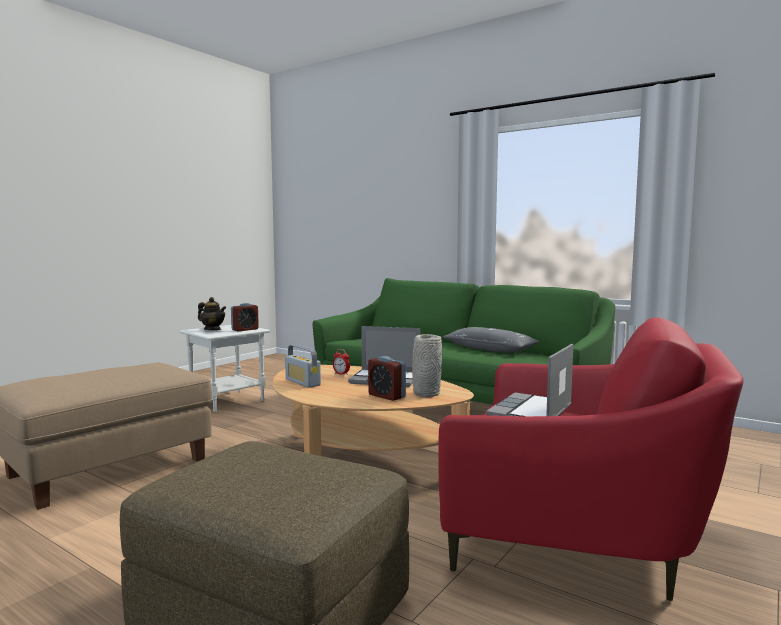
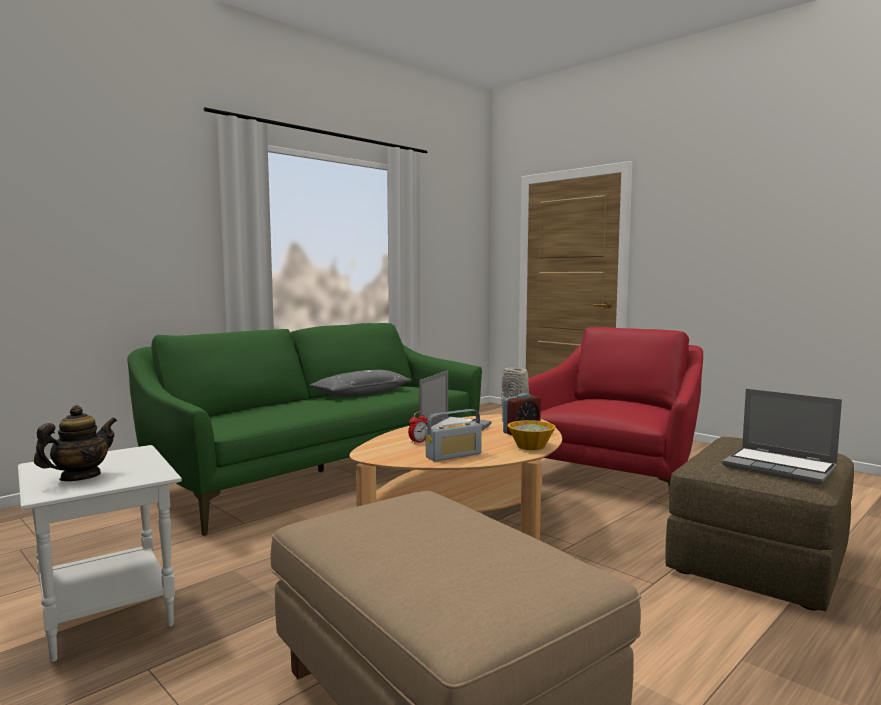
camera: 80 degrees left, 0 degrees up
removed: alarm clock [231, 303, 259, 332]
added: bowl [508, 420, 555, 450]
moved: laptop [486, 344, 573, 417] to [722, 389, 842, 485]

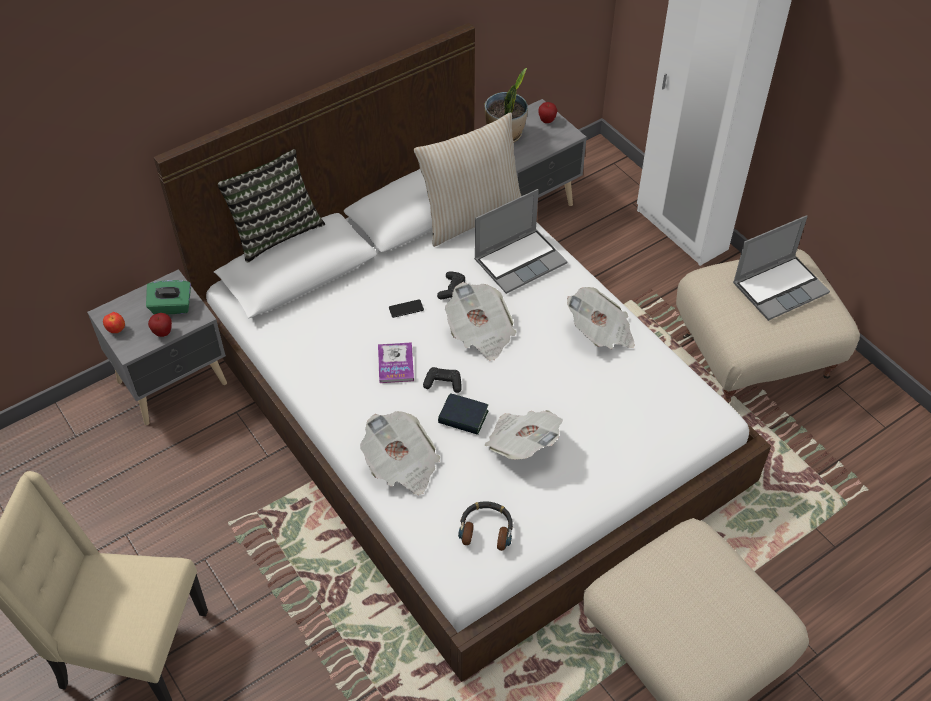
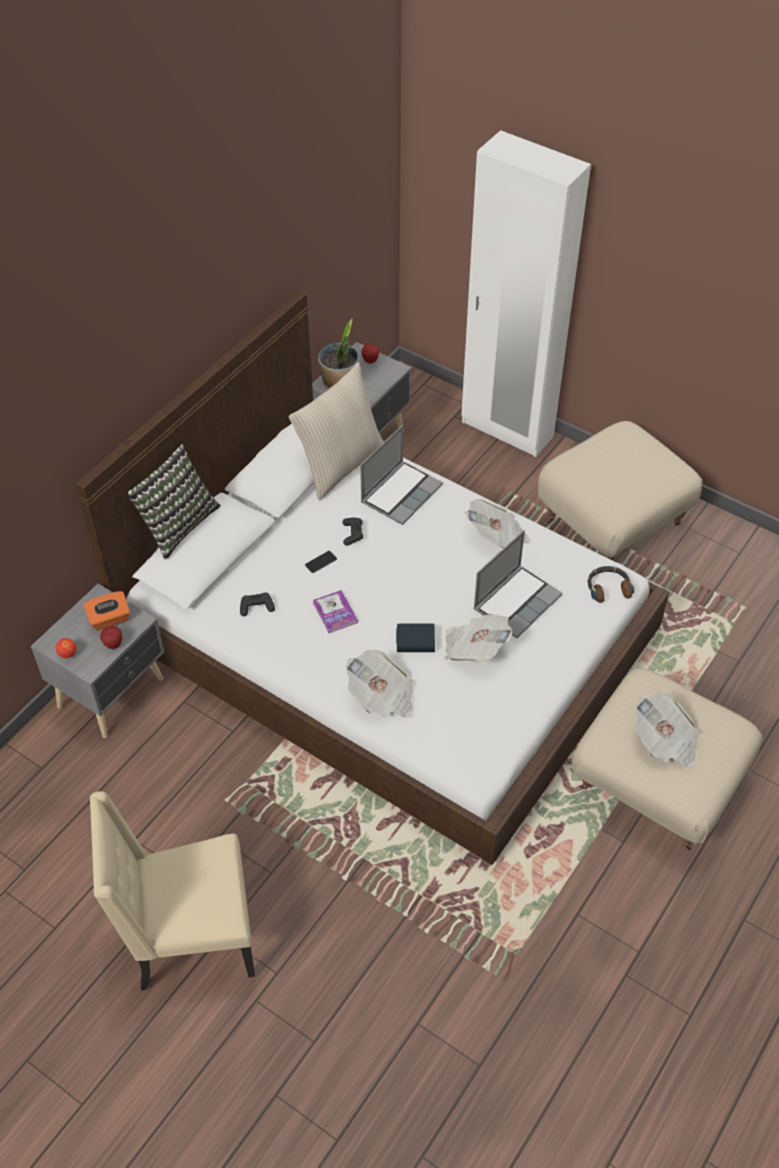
camera: 20 degrees left, 0 degrees up
moved: game controller/black [423, 367, 462, 393] to [240, 592, 275, 616]; laptop [733, 215, 830, 321] to [473, 530, 562, 638]; headphones [458, 501, 513, 551] to [588, 566, 635, 603]; newspaper [445, 282, 516, 360] to [635, 693, 699, 768]
recoloured: tissue box/green [146, 280, 191, 315] to tissue box/orange [83, 591, 130, 631]

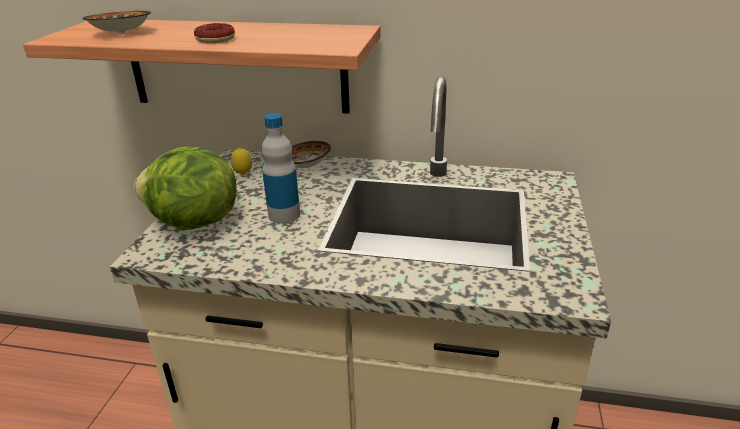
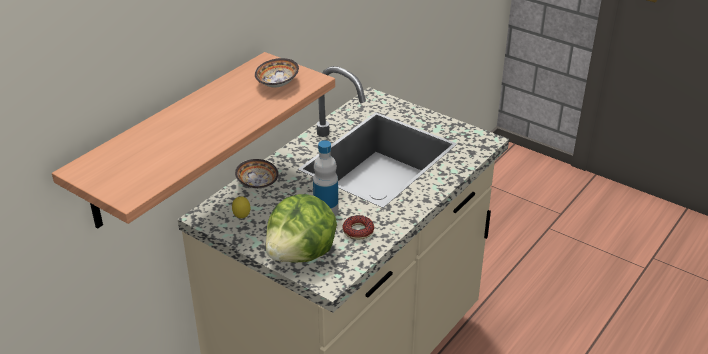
camera: 65 degrees left, 5 degrees up
moved: bowl [82, 11, 151, 34] to [255, 58, 299, 87]; donut [194, 23, 235, 43] to [343, 215, 374, 240]

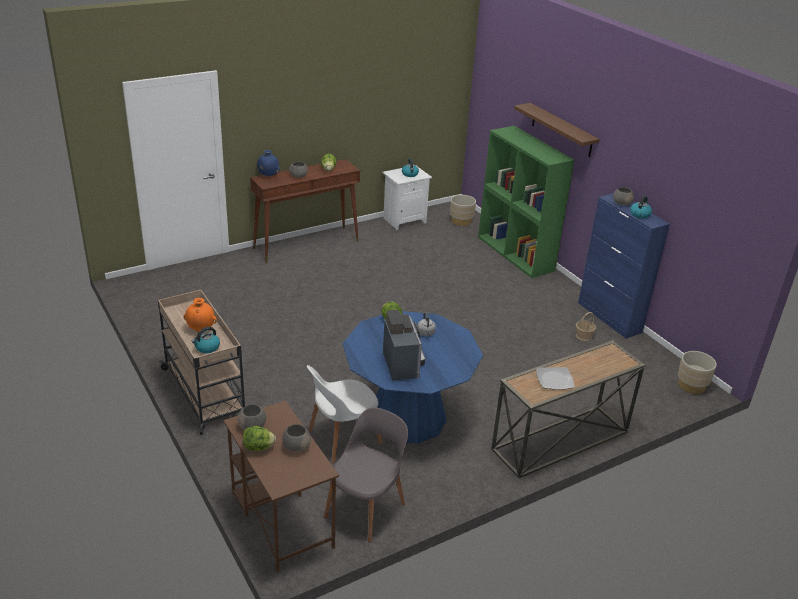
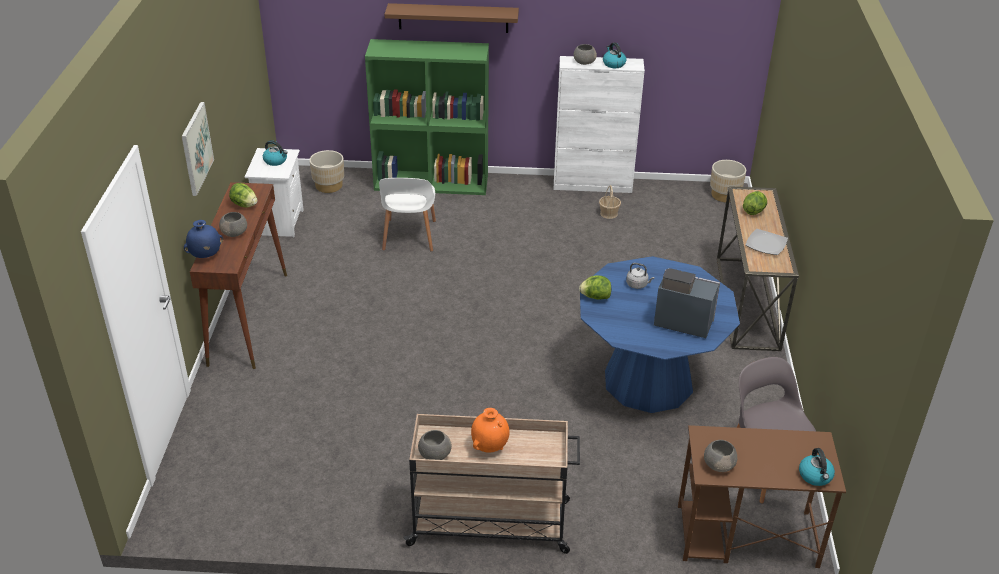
camera: 55 degrees left, 5 degrees up
added: picture [182, 102, 214, 196]
moved: chair/white [307, 365, 382, 463] to [379, 178, 436, 252]; bowl/grey [282, 424, 311, 452] to [418, 430, 452, 460]; lettuce [243, 426, 276, 451] to [743, 191, 767, 215]; kettle [192, 327, 220, 353] to [799, 448, 835, 486]
recoloured: cabinet/blue [578, 193, 670, 338] to cabinet/white [554, 56, 645, 193]

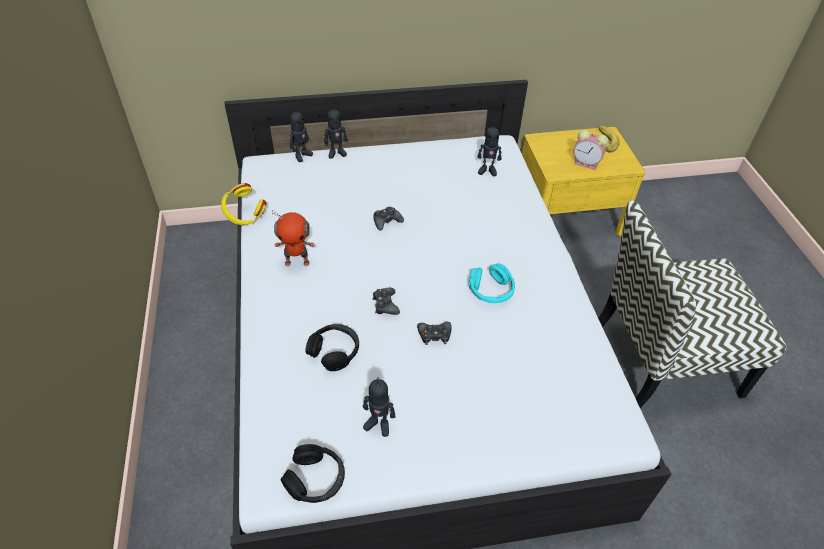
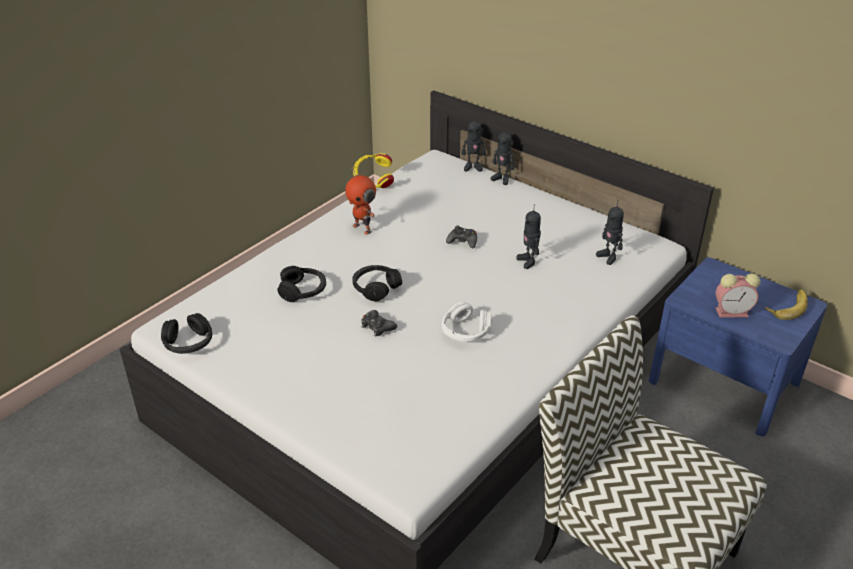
camera: 50 degrees right, 10 degrees down
moved: toy robot [363, 377, 395, 437] to [516, 205, 541, 269]
replaced: game controller/black [373, 288, 400, 315] to headphones/black [352, 265, 402, 301]
recoloured: headphones/turquoise [469, 263, 515, 303] to headphones/white [442, 302, 492, 342]; nightstand/yellow [522, 127, 645, 236] to nightstand/blue [649, 257, 827, 436]
turned: alarm clock [573, 130, 608, 170] = [715, 274, 760, 318] 75 degrees counterclockwise

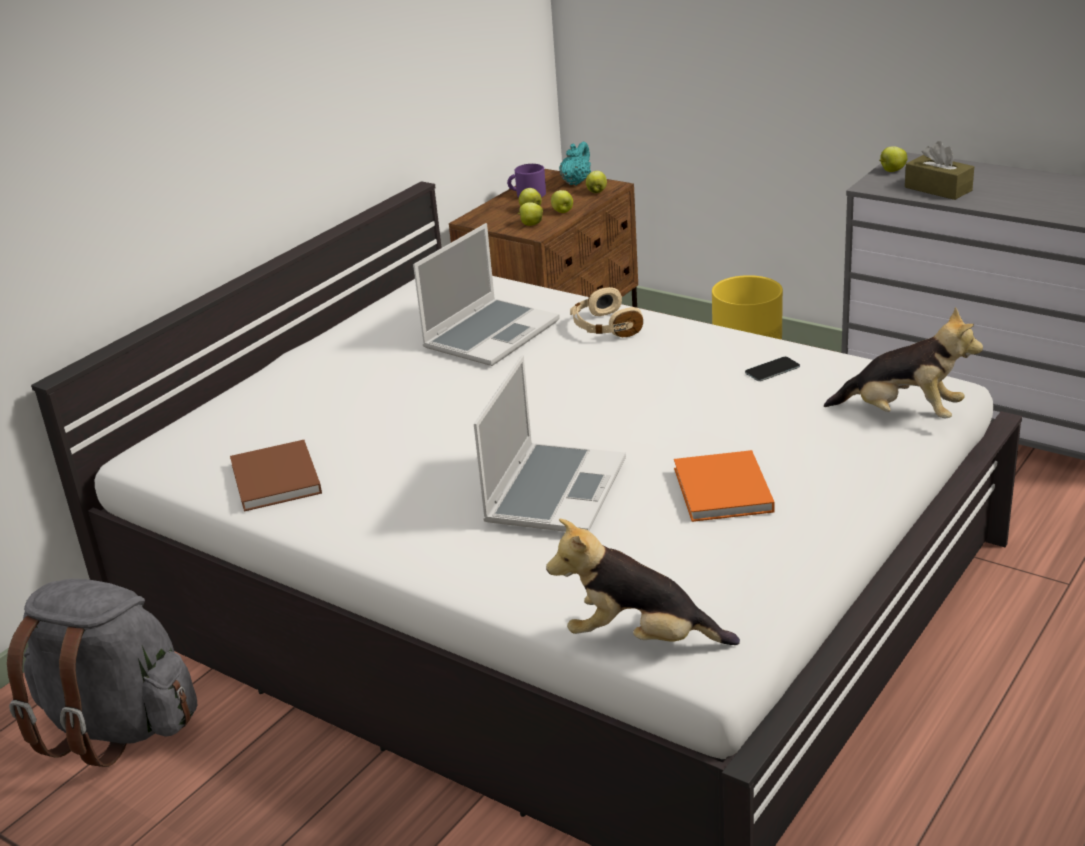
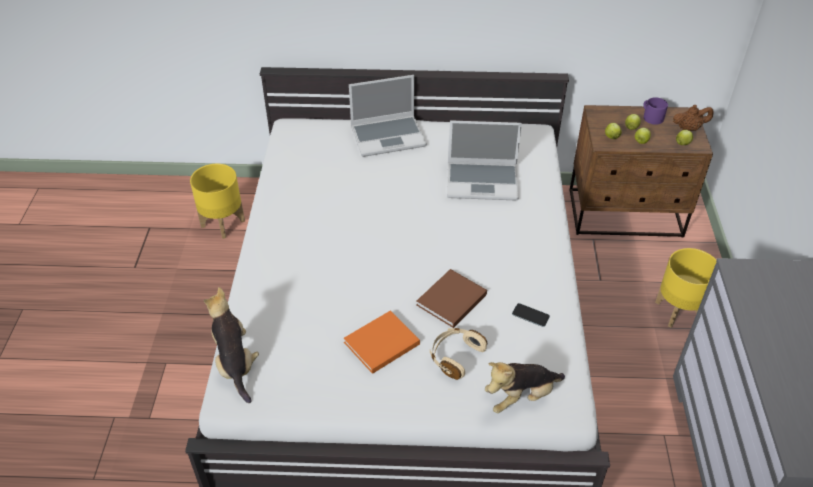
camera: 55 degrees right, 15 degrees up
removed: apple [879, 146, 907, 172]; tissue box/brown [905, 141, 974, 200]
moved: laptop [474, 355, 626, 532] to [349, 75, 427, 157]; book/brown [230, 440, 322, 512] to [416, 269, 487, 328]; headphones/beige [570, 287, 643, 337] to [430, 328, 487, 380]
replaced: backpack/grey [7, 579, 197, 767] to planter/yellow [190, 164, 245, 239]
recoloured: teapot/turquoise [559, 142, 591, 185] to teapot/brown [673, 105, 713, 131]
turned: plush toy [824, 307, 983, 419] = [485, 362, 565, 413] 75 degrees clockwise

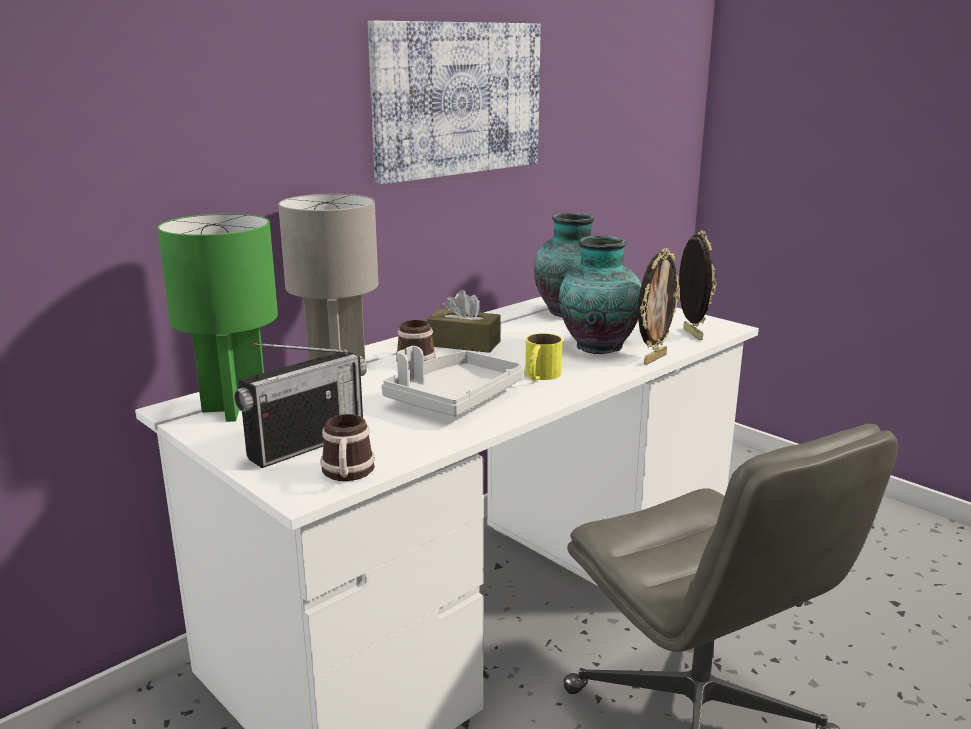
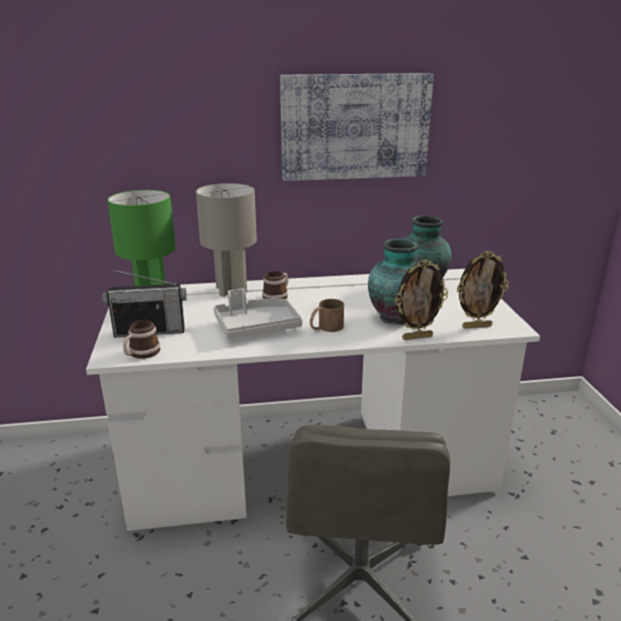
camera: 35 degrees right, 5 degrees up
removed: tissue box/brown [427, 290, 501, 353]
recoloured: mug/yellow [525, 333, 563, 381] to mug/brown [310, 299, 344, 332]
turned: picture frame [679, 230, 717, 340] = [457, 251, 509, 329] 60 degrees clockwise

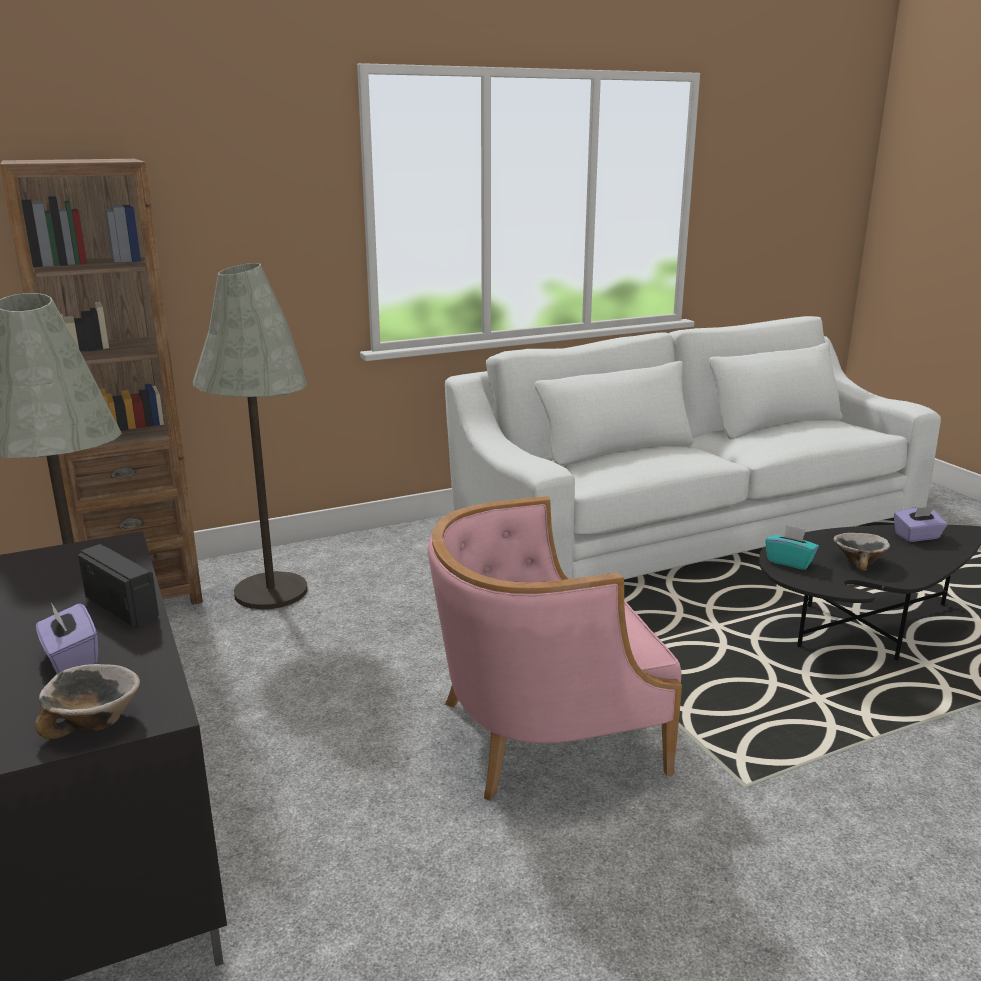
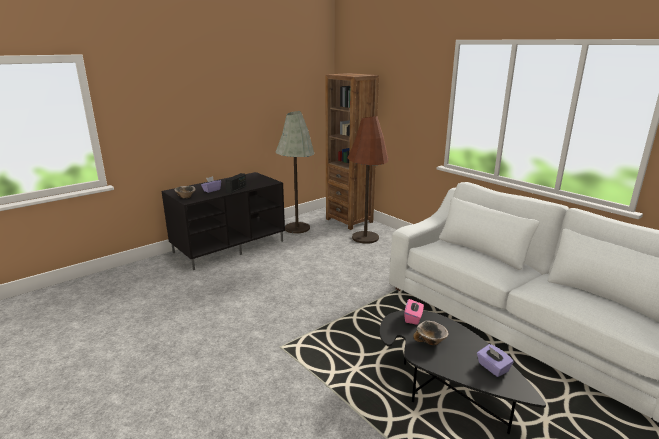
camera: 75 degrees right, 0 degrees up
removed: armchair/pink [428, 496, 682, 801]
recoloured: floor lamp/grey [193, 263, 308, 609] to floor lamp/brown [348, 116, 389, 244]; tissue box/turquoise [765, 525, 819, 570] to tissue box/pink [404, 299, 424, 325]

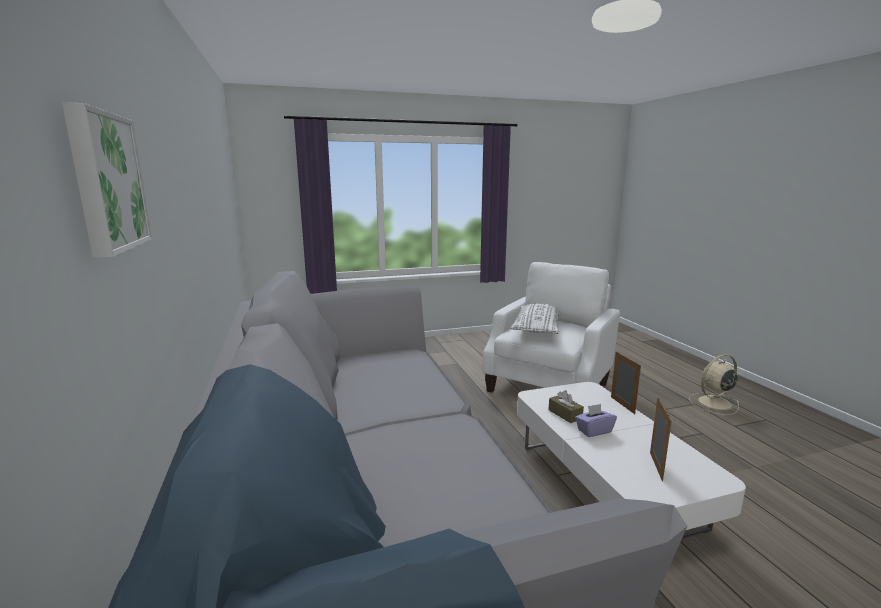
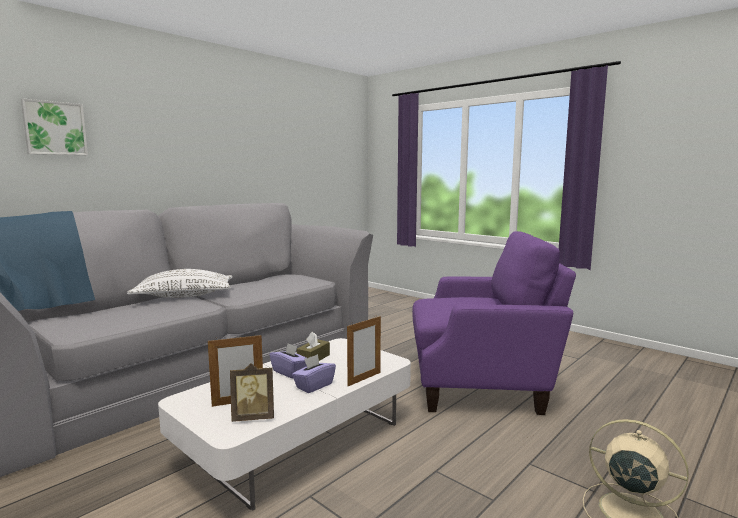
camera: 60 degrees right, 5 degrees down
added: picture frame [230, 363, 274, 422]; tissue box/purple [292, 354, 336, 393]
moved: pillow/white [510, 303, 561, 334] to [127, 269, 232, 298]
recoloured: armchair/white [483, 262, 620, 393] to armchair/purple [412, 231, 576, 415]

